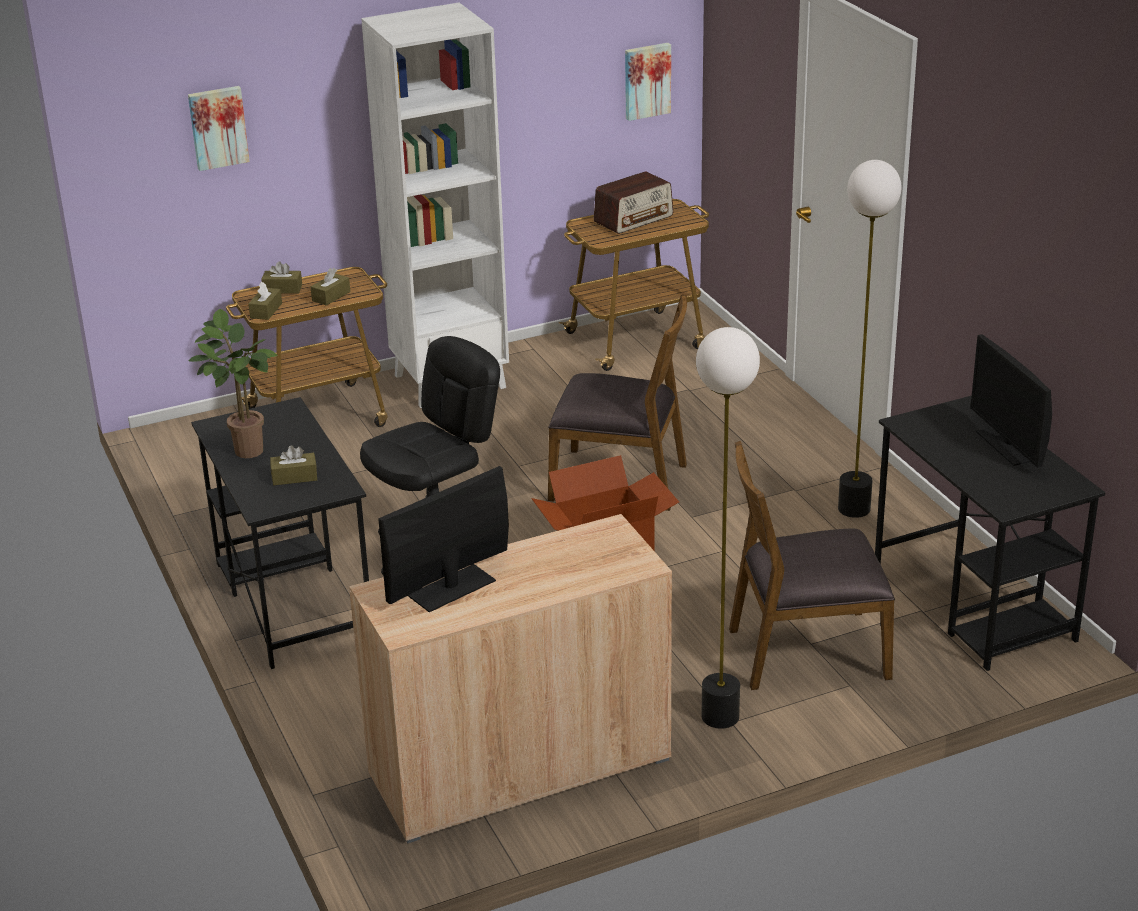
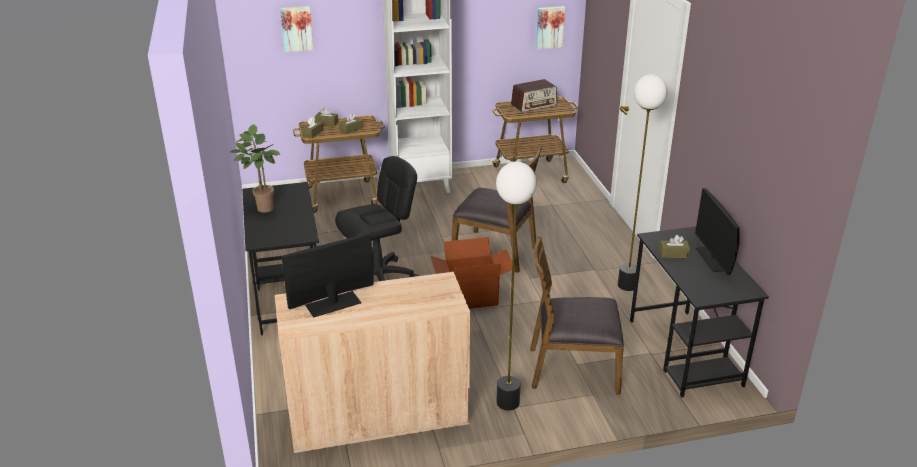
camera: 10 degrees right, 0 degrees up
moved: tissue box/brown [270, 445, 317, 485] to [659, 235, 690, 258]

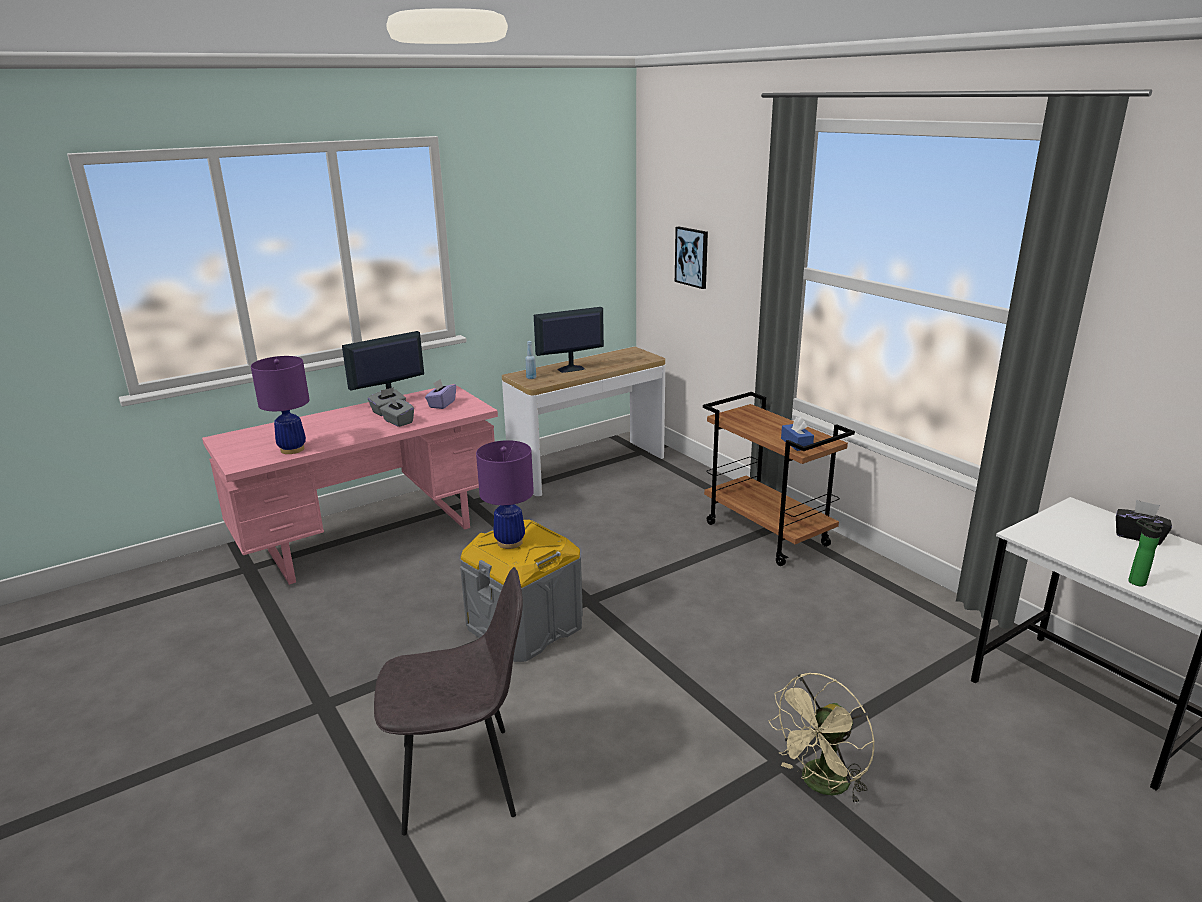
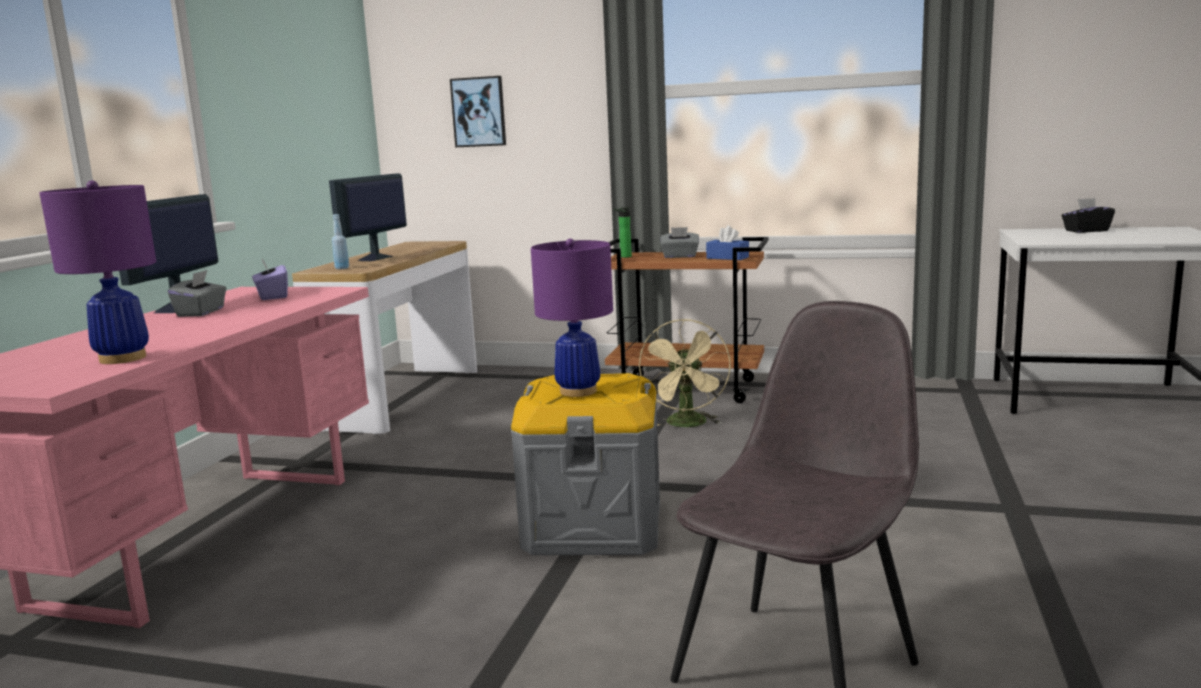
camera: 40 degrees left, 10 degrees down
moved: bottle [1128, 519, 1164, 586] to [614, 207, 632, 258]; fan/beige [768, 673, 875, 805] to [639, 319, 731, 427]; tissue box/grey [380, 397, 414, 427] to [660, 227, 699, 258]

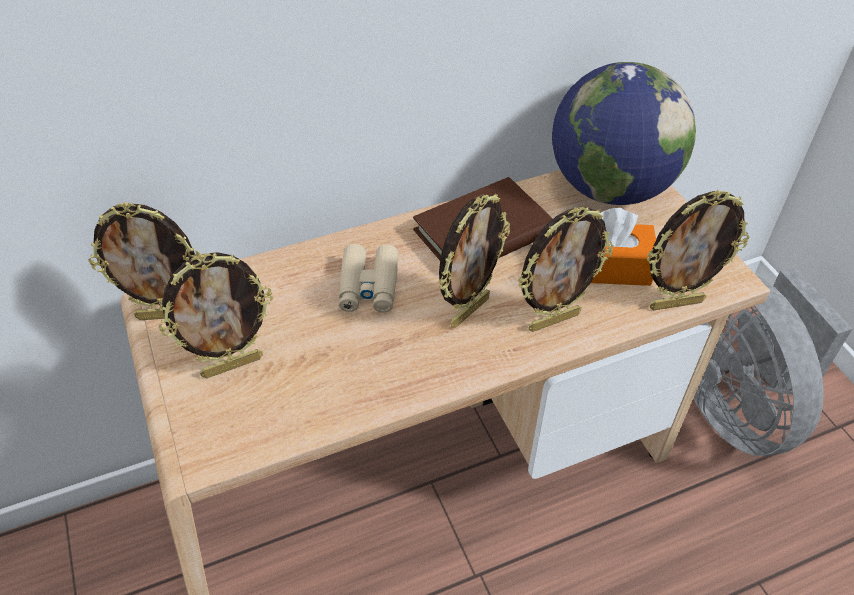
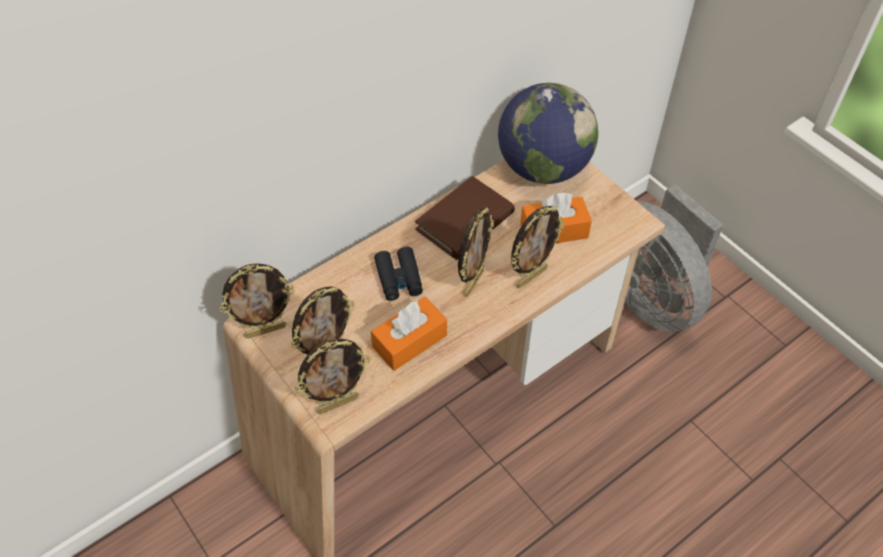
camera: 15 degrees left, 5 degrees up
added: tissue box/orange [371, 297, 447, 371]
moved: picture frame [647, 190, 749, 311] to [295, 339, 370, 414]
recoloured: binoculars/beige [339, 244, 399, 313] to binoculars/black [374, 247, 423, 301]

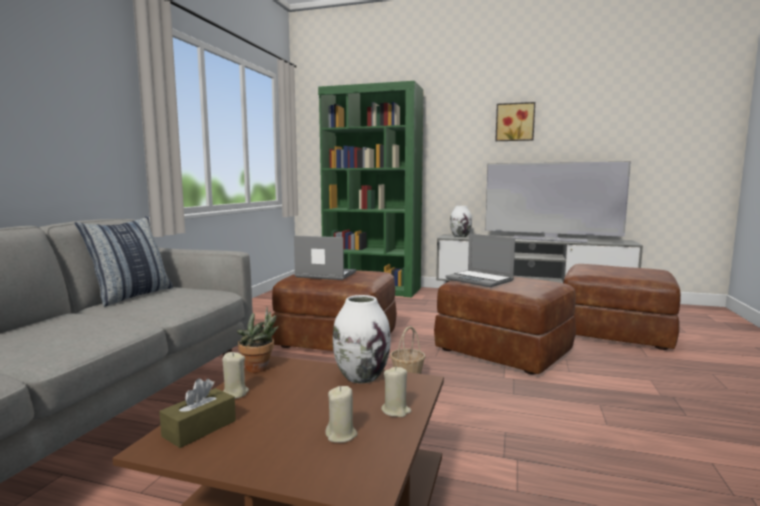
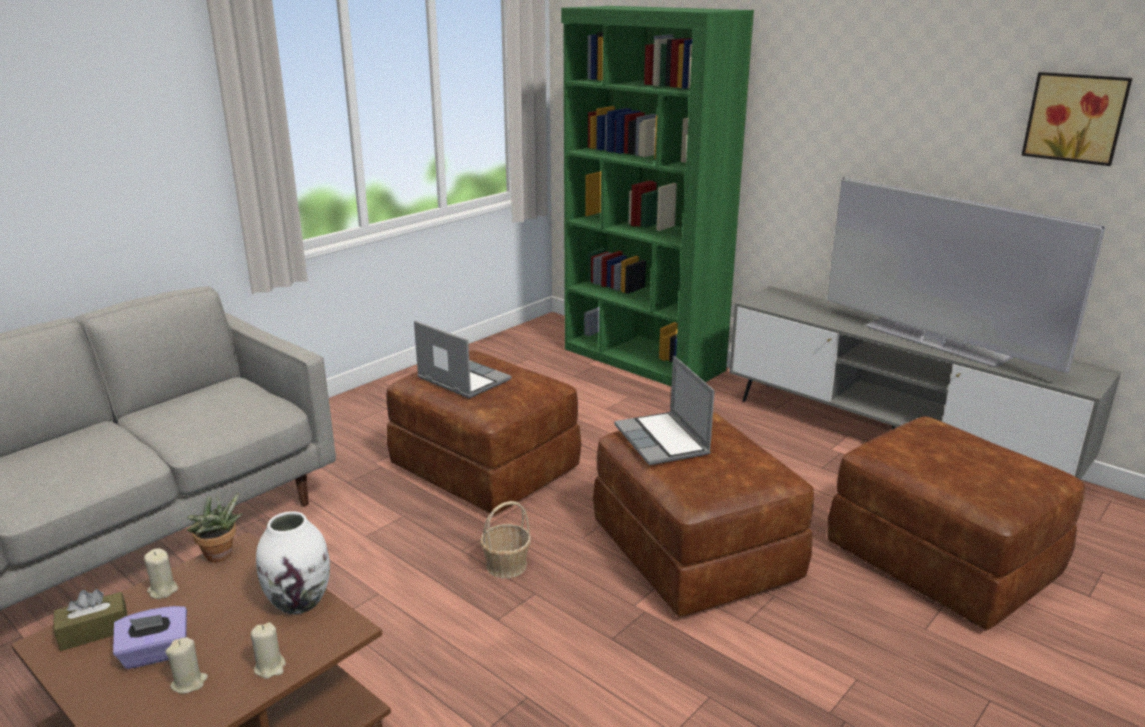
camera: 25 degrees right, 15 degrees up
removed: pillow [75, 216, 173, 307]; vase/white [450, 206, 472, 237]
added: tissue box/purple [113, 606, 187, 669]
moved: picture [495, 102, 535, 141] to [1021, 72, 1132, 166]

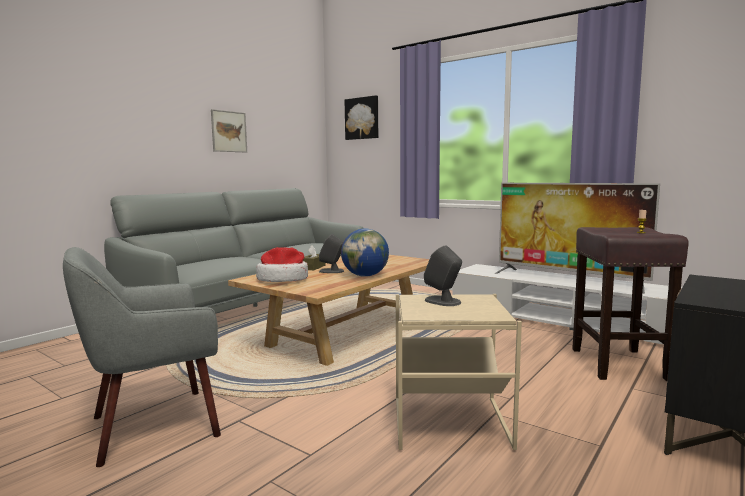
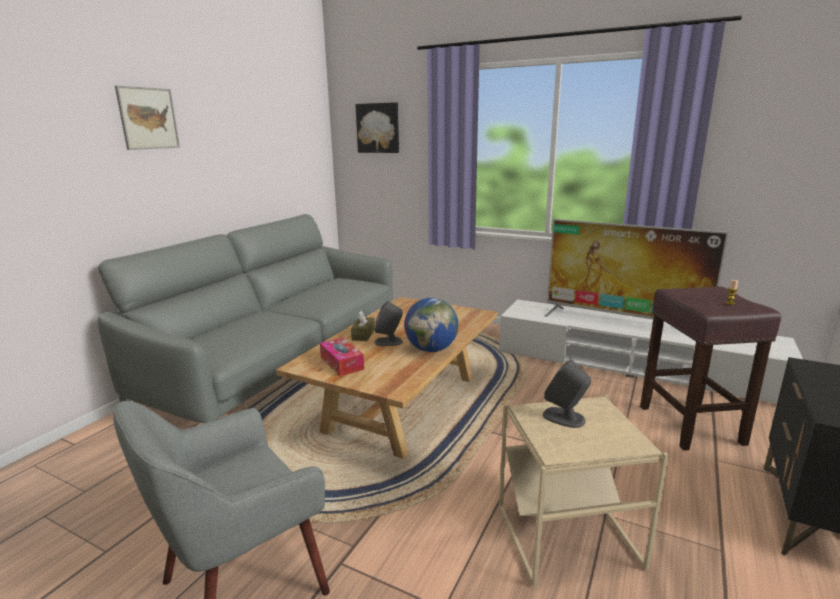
camera: 10 degrees left, 10 degrees up
moved: picture [211, 109, 247, 152] to [115, 85, 180, 150]
replaced: hat [256, 247, 308, 282] to tissue box [320, 337, 364, 376]

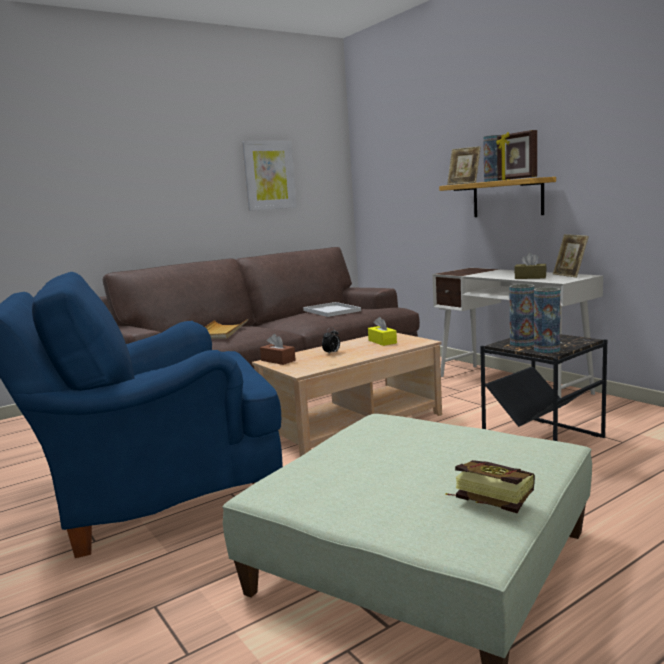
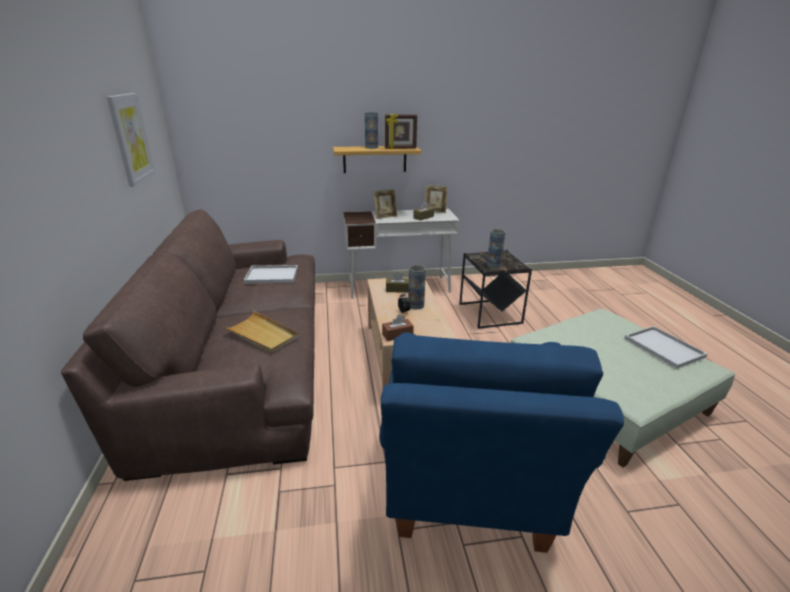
camera: 65 degrees left, 15 degrees up
moved: picture frame [447, 146, 481, 185] to [373, 189, 398, 219]; vase [534, 287, 561, 354] to [408, 265, 426, 310]
replaced: book [445, 460, 535, 513] to tray/white [624, 326, 707, 369]
recoloured: tissue box/yellow [368, 317, 397, 346] to tissue box/brown [386, 272, 409, 293]

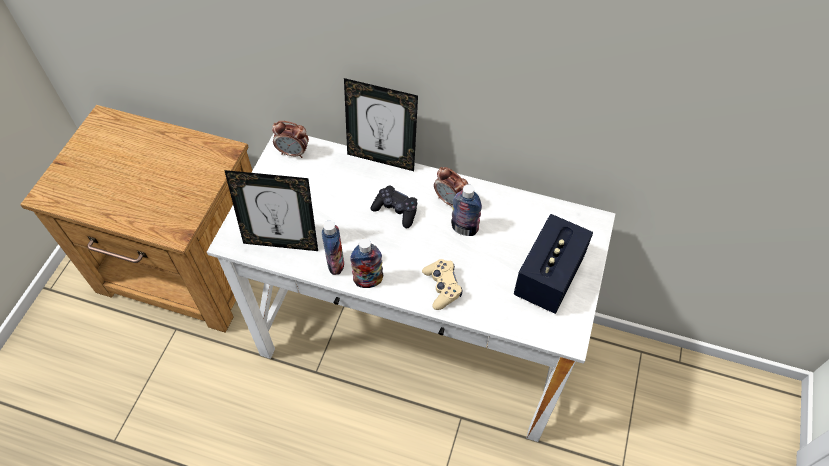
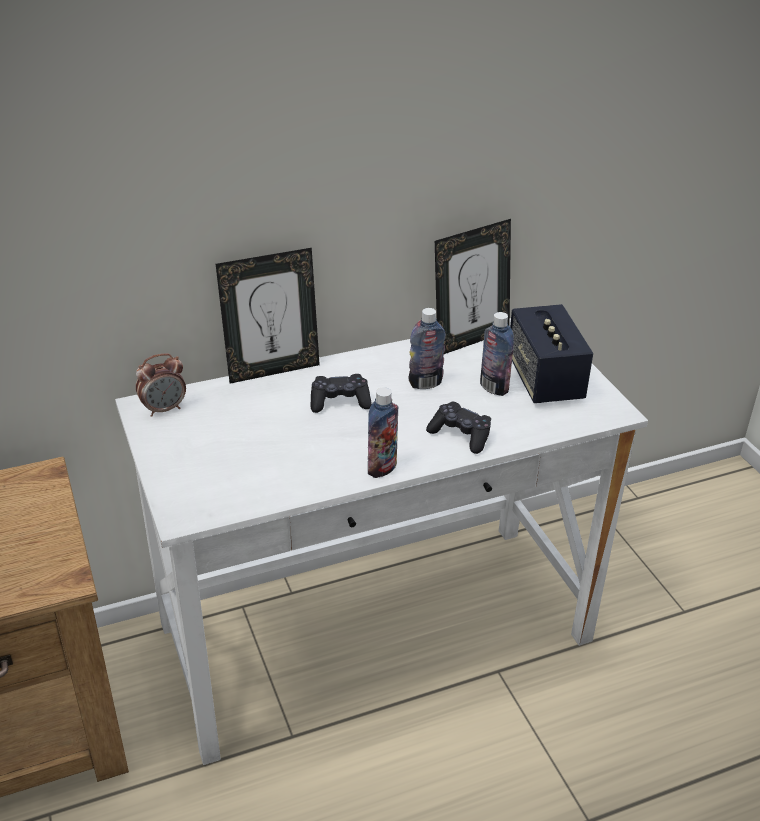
camera: 40 degrees left, 20 degrees down
removed: alarm clock [434, 167, 468, 206]
moved: picture frame [224, 170, 318, 251] to [435, 219, 511, 355]; bottle [322, 221, 344, 275] to [480, 312, 514, 396]
recoloured: game controller/beige [422, 259, 463, 310] to game controller/black [426, 402, 491, 454]

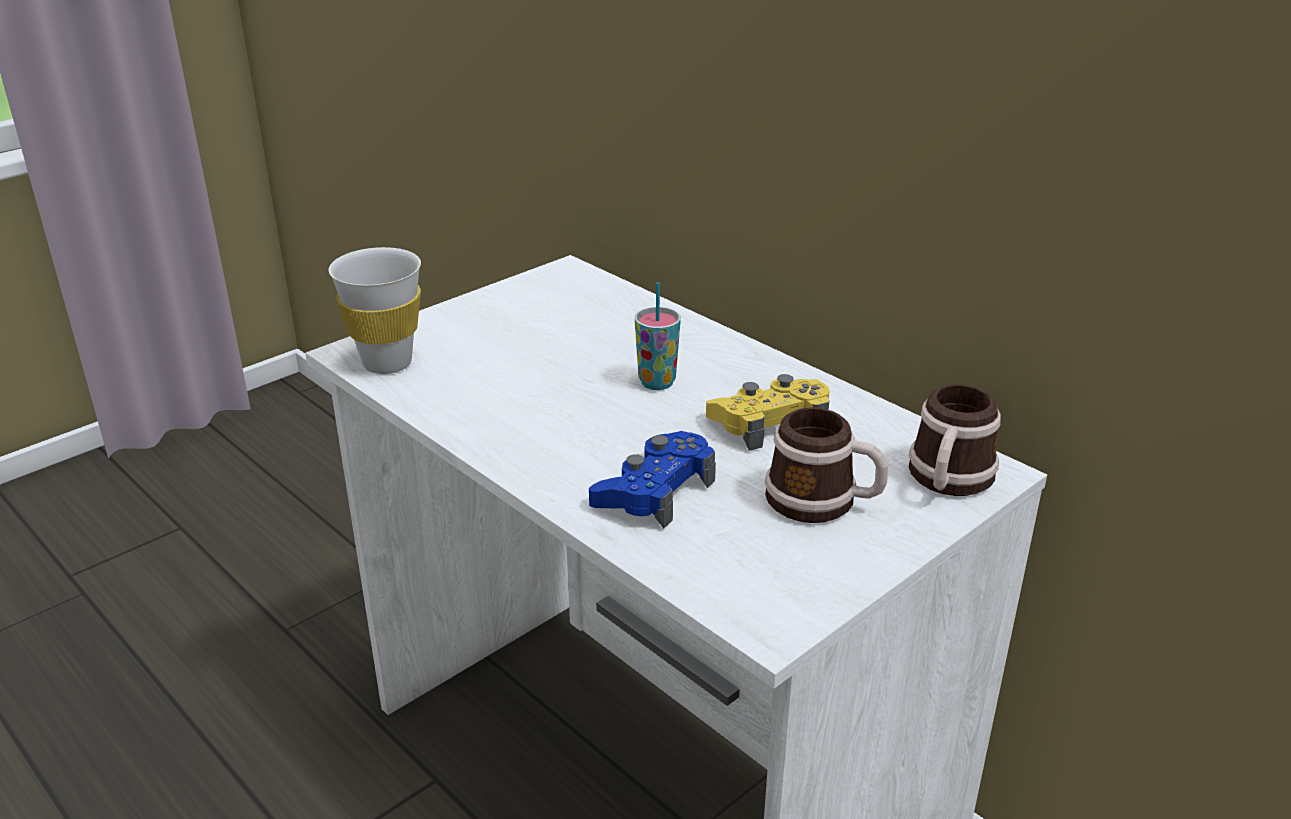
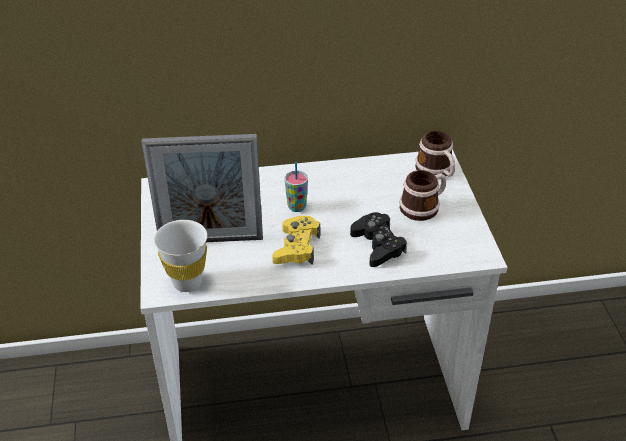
camera: 55 degrees left, 10 degrees up
added: picture frame [142, 134, 263, 242]
moved: game controller/yellow [706, 374, 830, 451] to [272, 216, 320, 265]
recoloured: game controller/blue [589, 431, 716, 528] to game controller/black [350, 212, 407, 267]

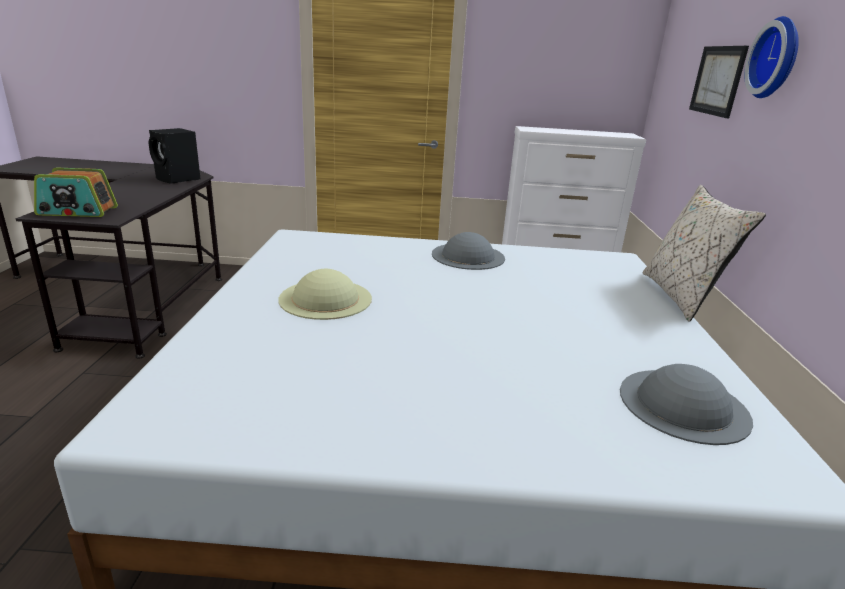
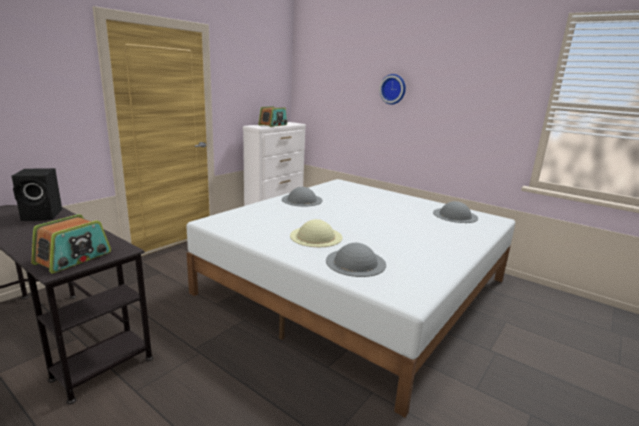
camera: 55 degrees left, 5 degrees down
removed: pillow/beige [643, 185, 766, 322]; picture [689, 46, 749, 118]
added: radio [258, 106, 287, 127]; hat/grey [326, 243, 386, 277]

